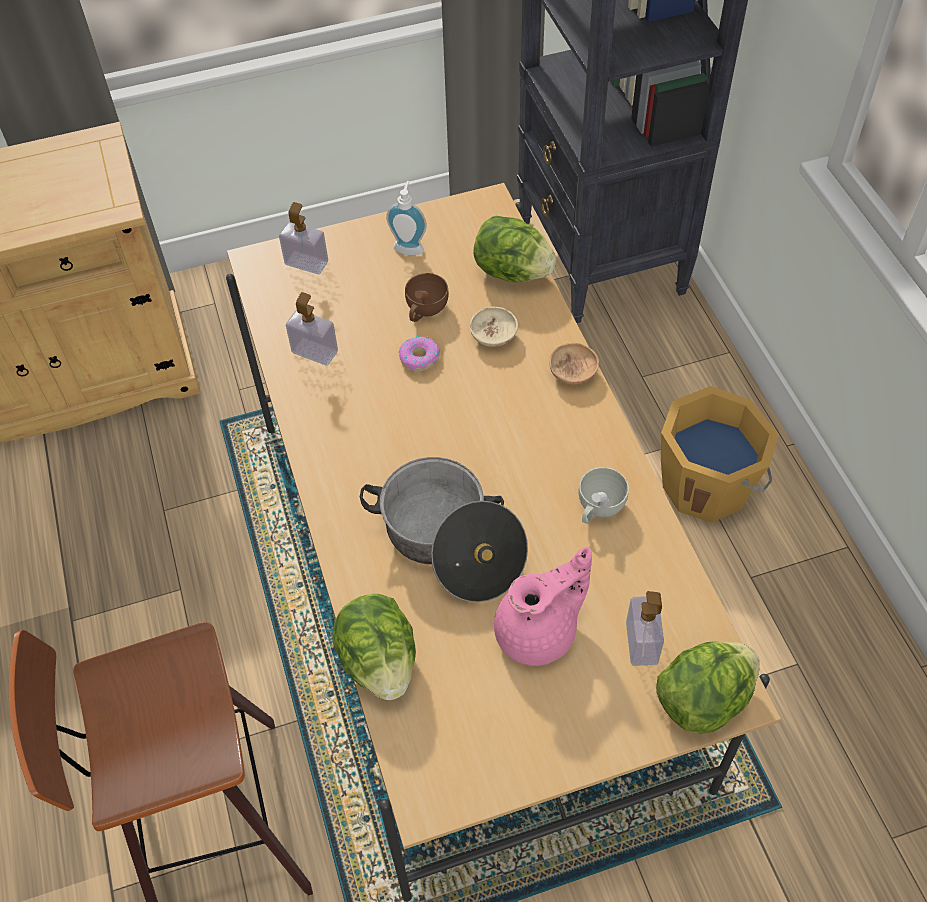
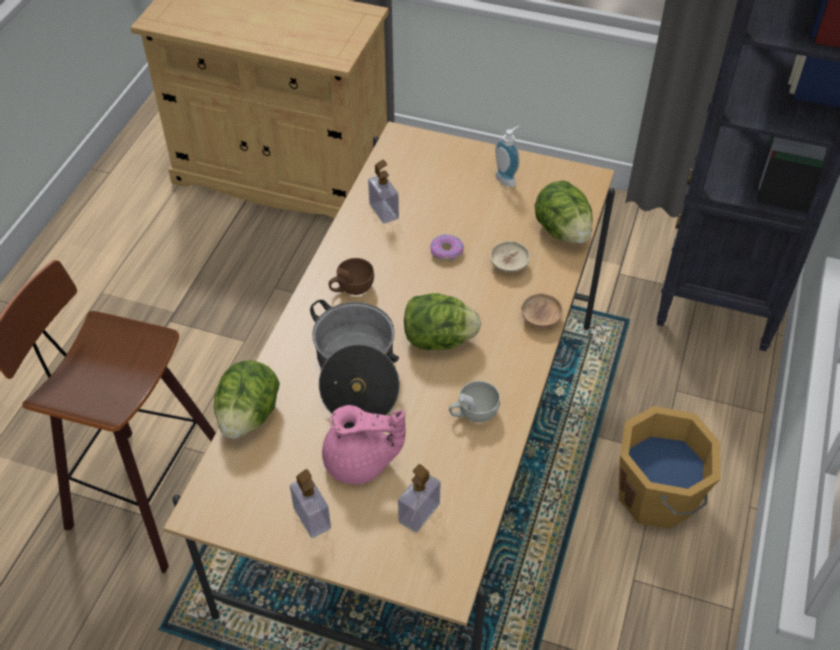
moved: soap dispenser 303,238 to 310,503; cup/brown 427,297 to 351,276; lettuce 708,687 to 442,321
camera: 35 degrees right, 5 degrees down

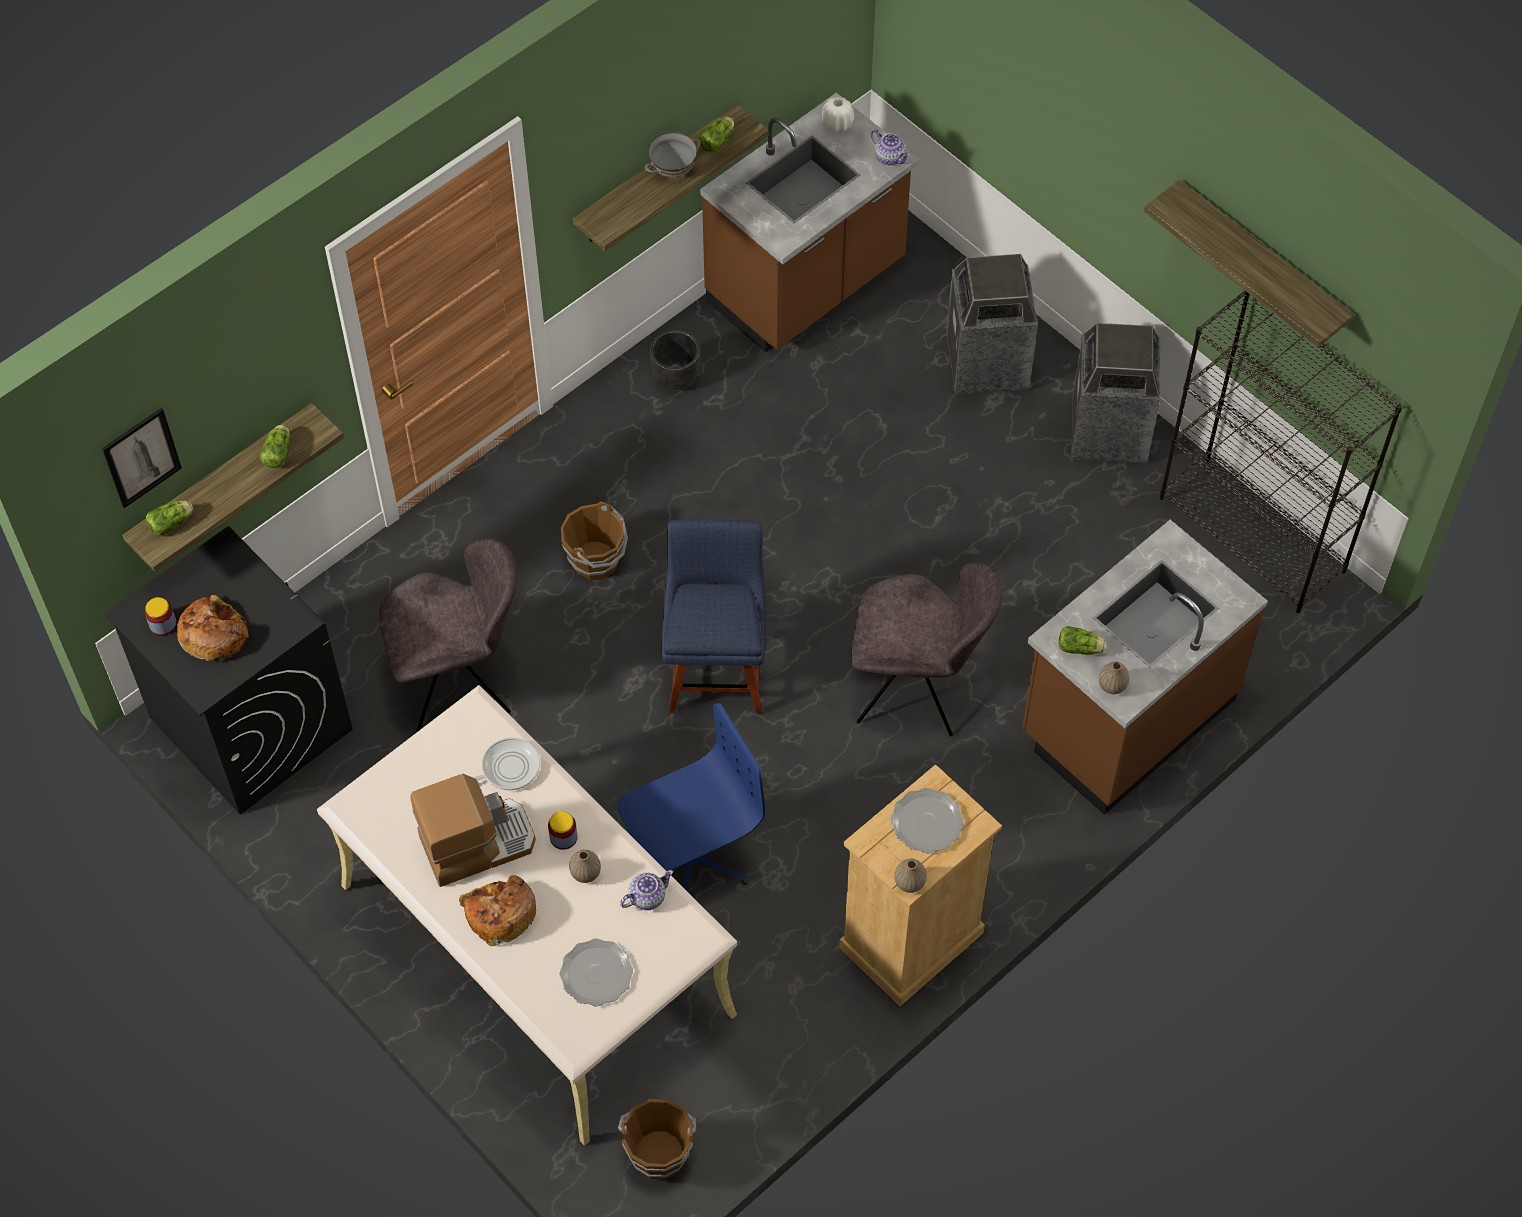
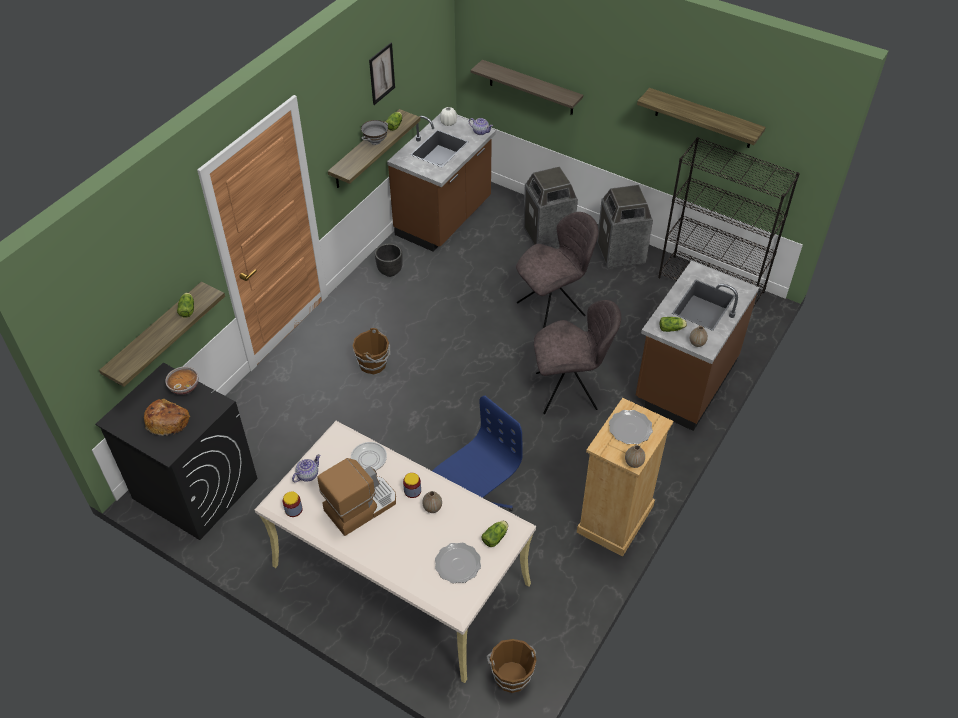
removed: bread 497,910; chair/blue 714,616
added: bowl 182,381; shelf 527,87
moved: picture 142,458 to 382,74; jar 161,616 to 293,504; lettuce 169,518 to 494,534; chair/grey 448,635 to 557,270; teapot 646,890 to 306,468
camera: 15 degrees left, 10 degrees down

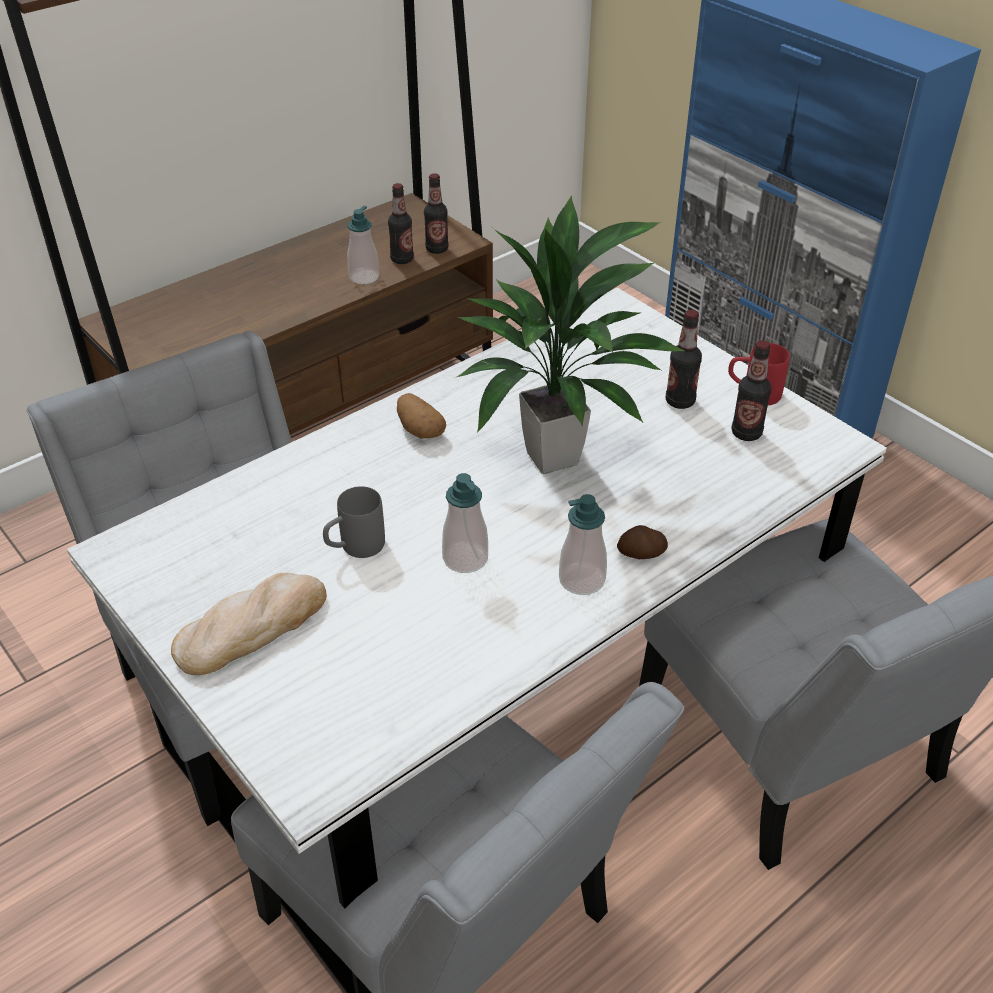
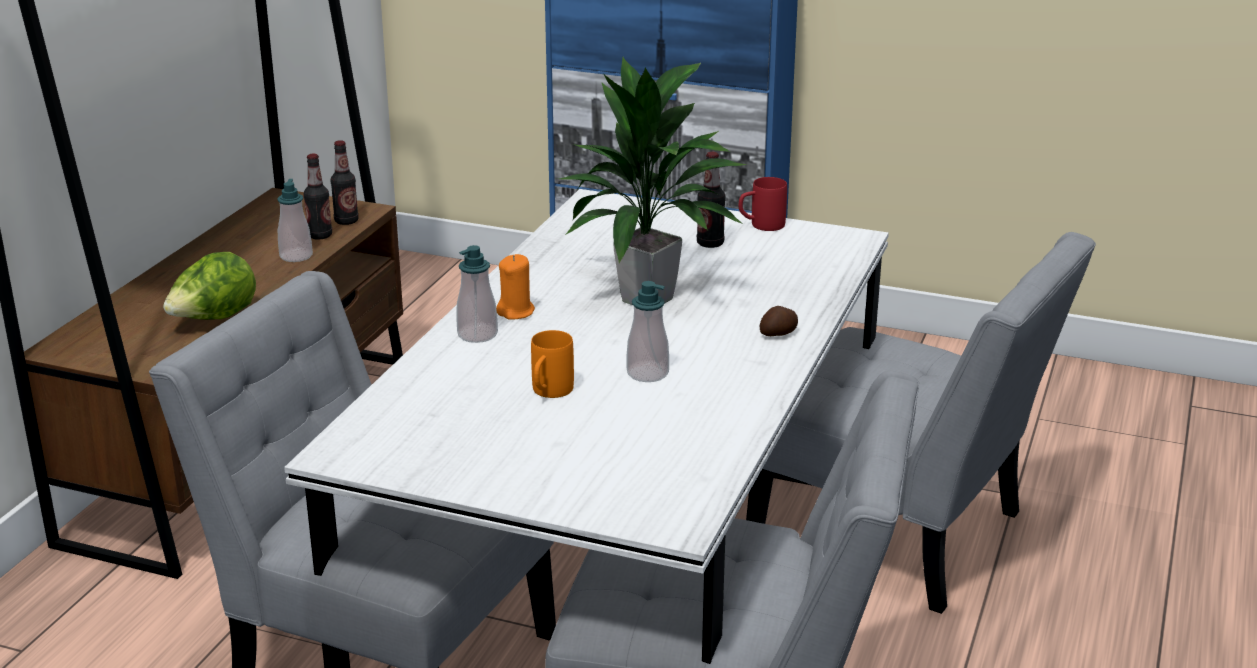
removed: bread 249,624; bottle 751,390
added: lettuce 209,286
moved: soap dispenser 583,544 to 477,294
replaced: potato 421,415 to candle/orange 515,287
recoloured: mug/grey 354,522 to mug/orange 552,364
camera: 30 degrees left, 15 degrees down

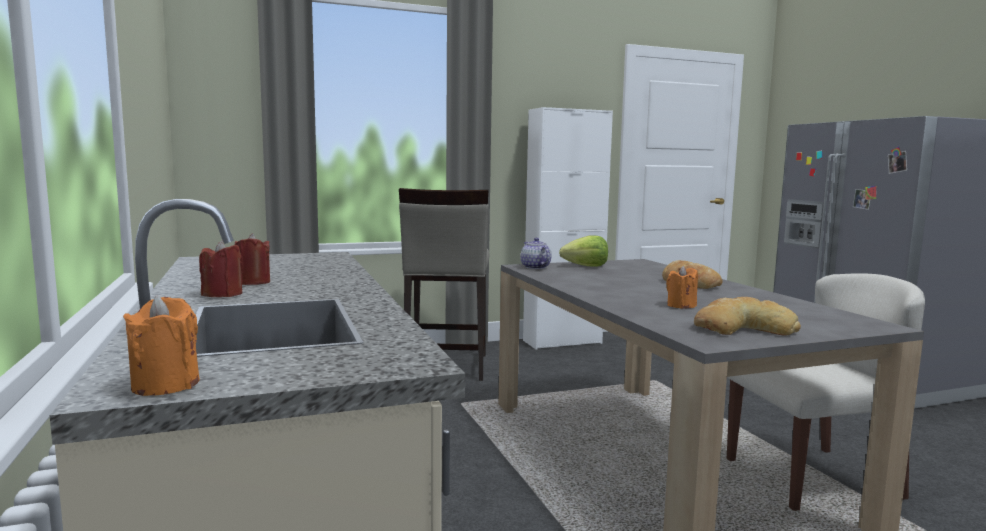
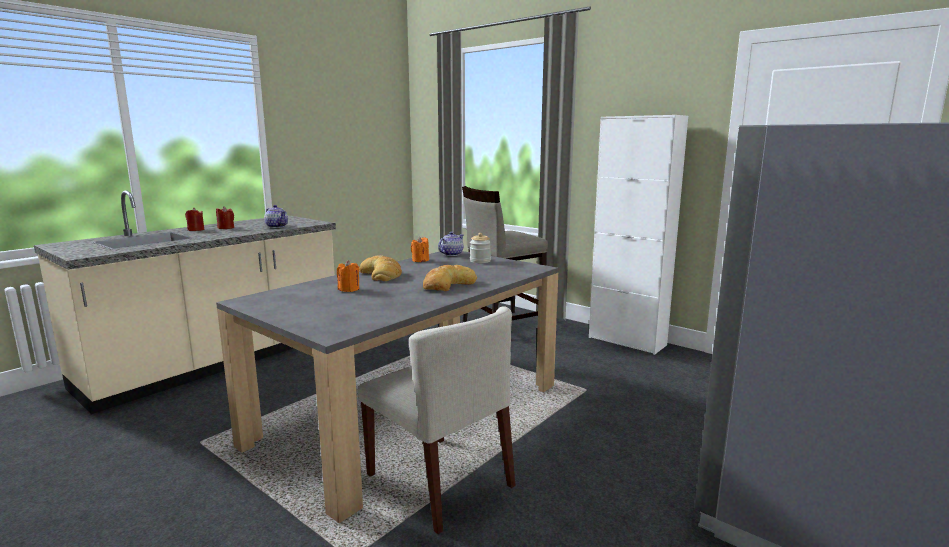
added: teapot 276,216
moved: candle/orange 161,346 to 420,249; bread 747,316 to 380,268
replaced: lettuce 583,251 to jar 480,248
camera: 60 degrees right, 5 degrees up

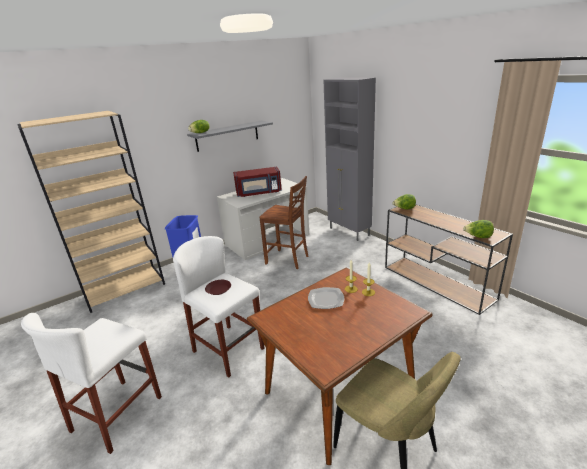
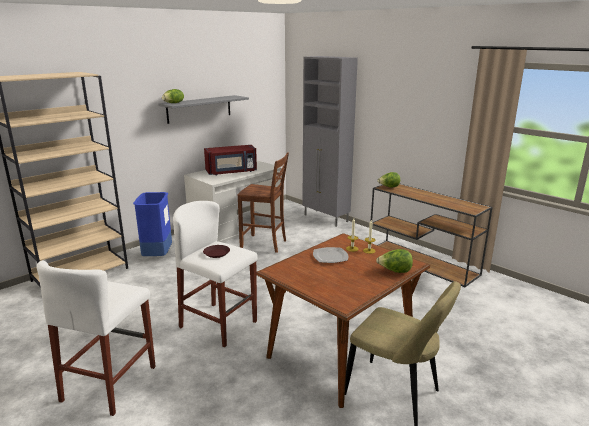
moved: lettuce 478,229 to 394,261
camera: 10 degrees left, 5 degrees down

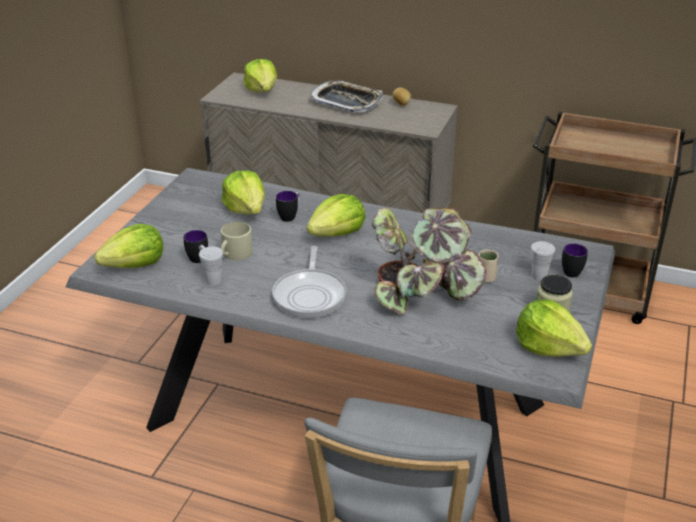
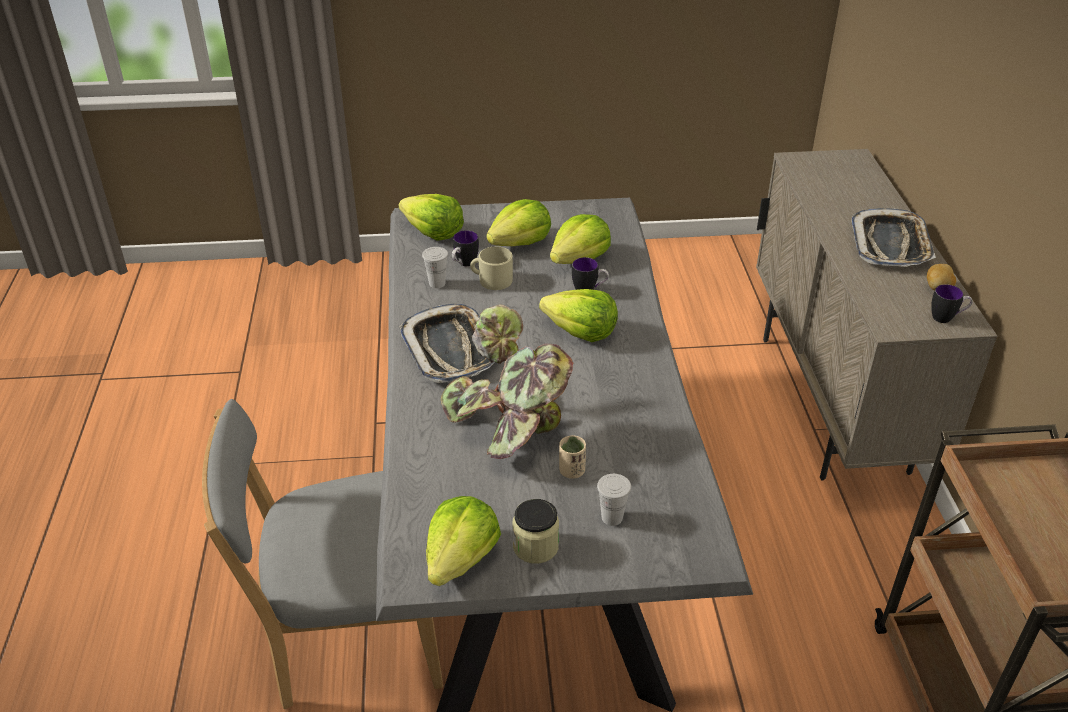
moved: lettuce 260,75 to 518,222; mug 575,260 to 952,303
replaced: frying pan 309,282 to tray 447,343
camera: 65 degrees right, 5 degrees up

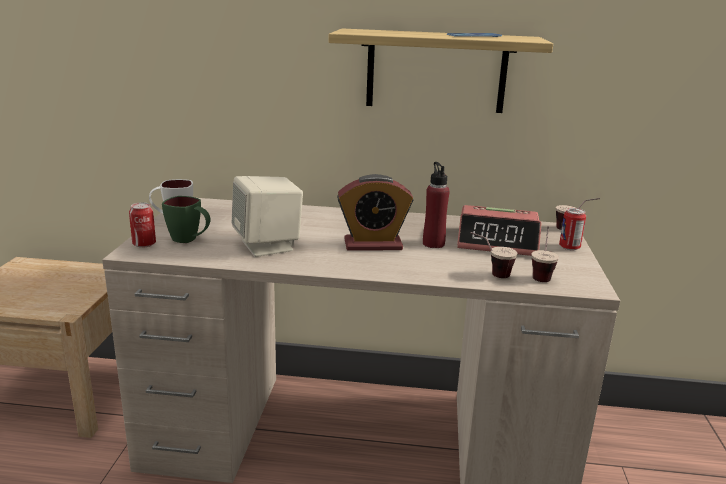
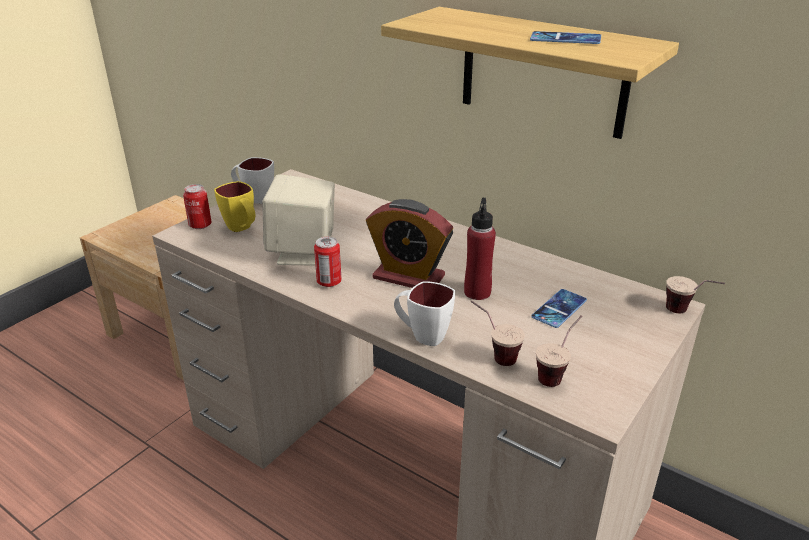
added: mug/white 424,313
moved: can 572,229 to 327,262
replaced: alarm clock 499,230 to phone 559,308
recoloured: mug/green 186,219 to mug/yellow 234,206
camera: 30 degrees right, 10 degrees up

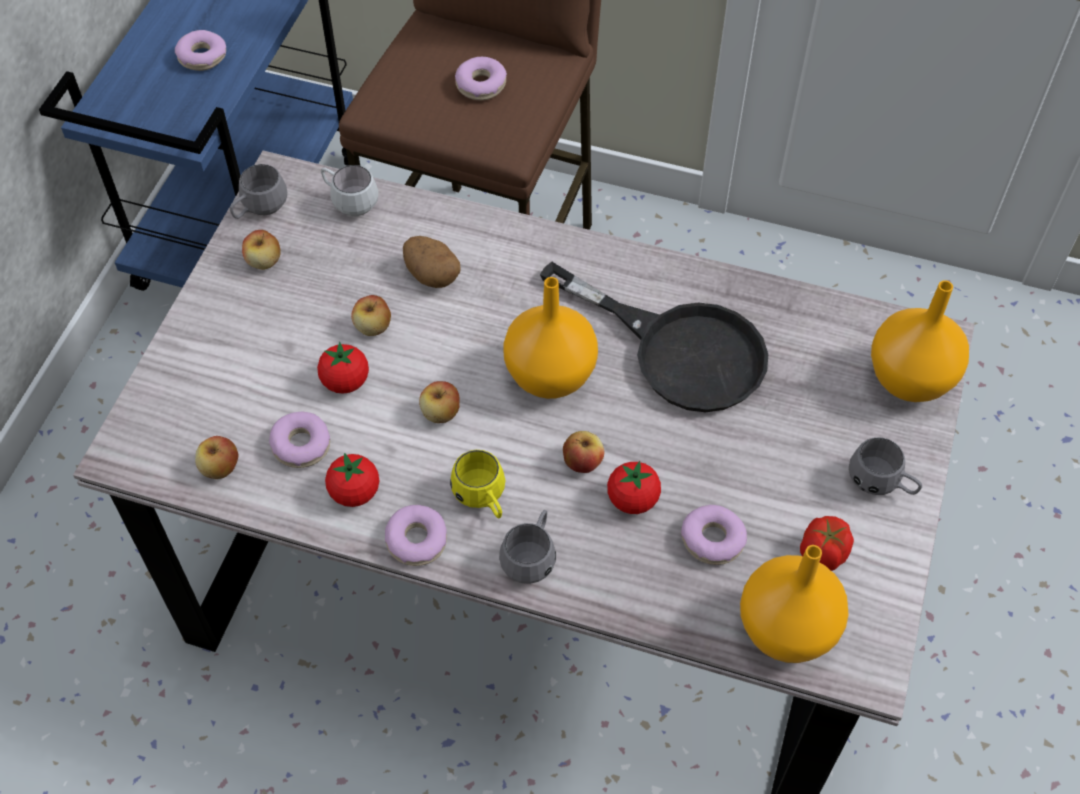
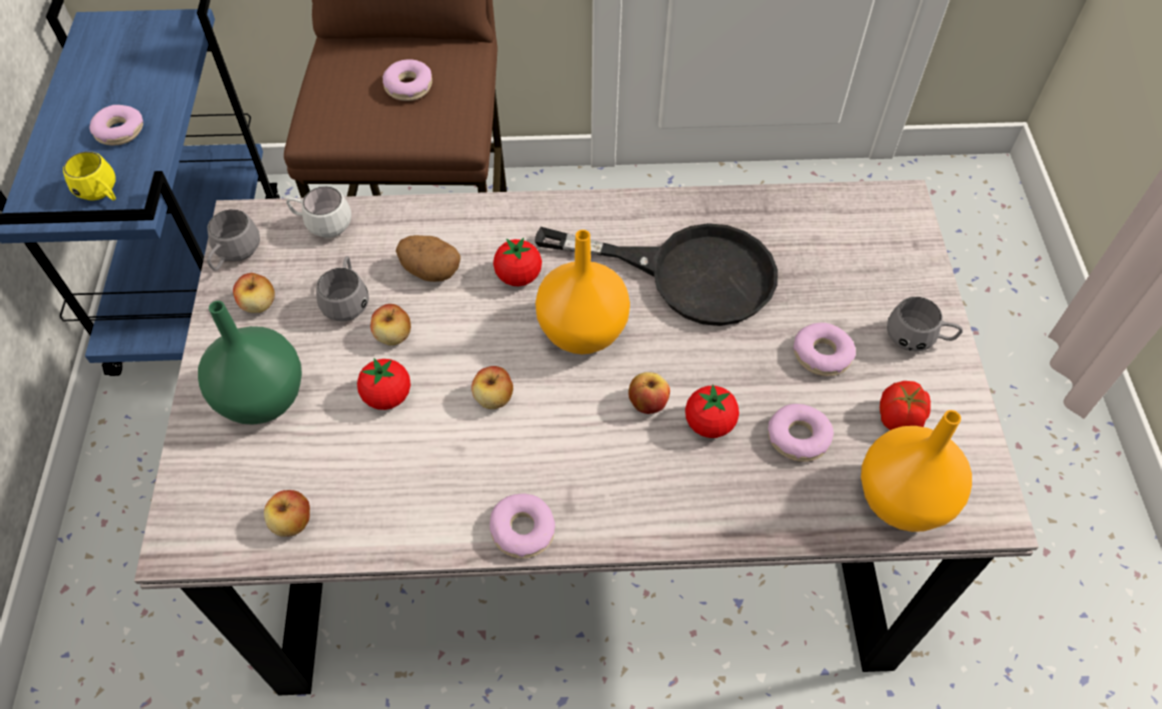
removed: vase/orange 920,341
added: vase/green 250,362
moved: donut 299,440 to 824,349; tomato 352,480 to 517,262; mug/yellow 477,484 to 89,176; mug/grey 527,547 to 342,288
camera: 20 degrees left, 0 degrees up

